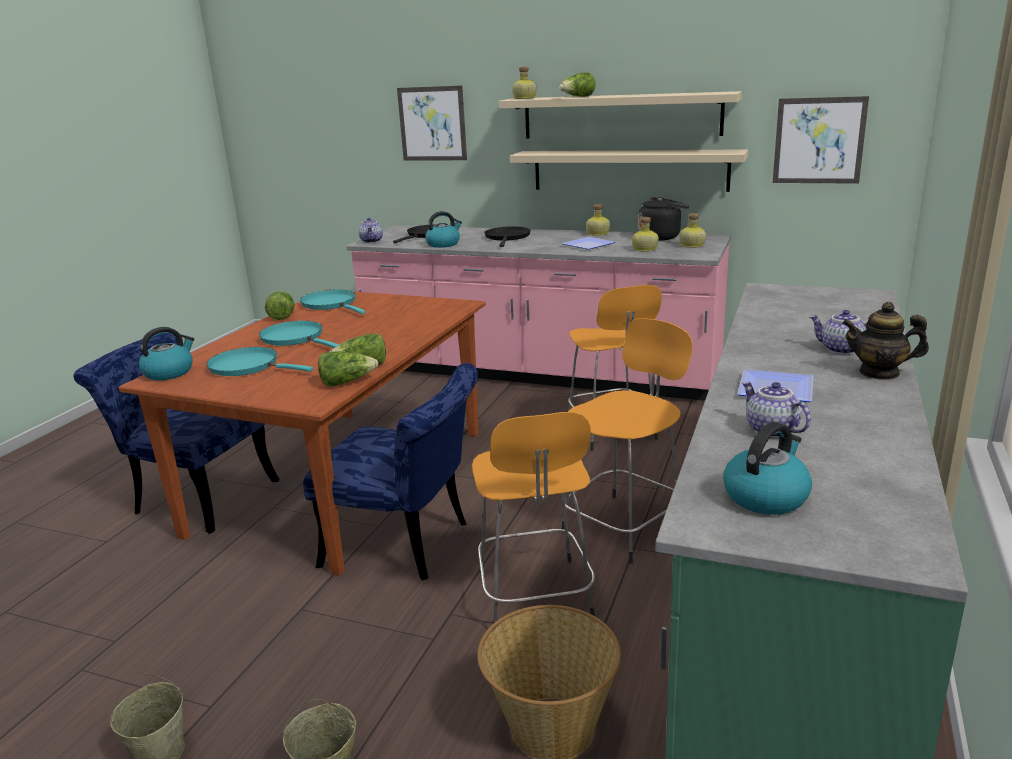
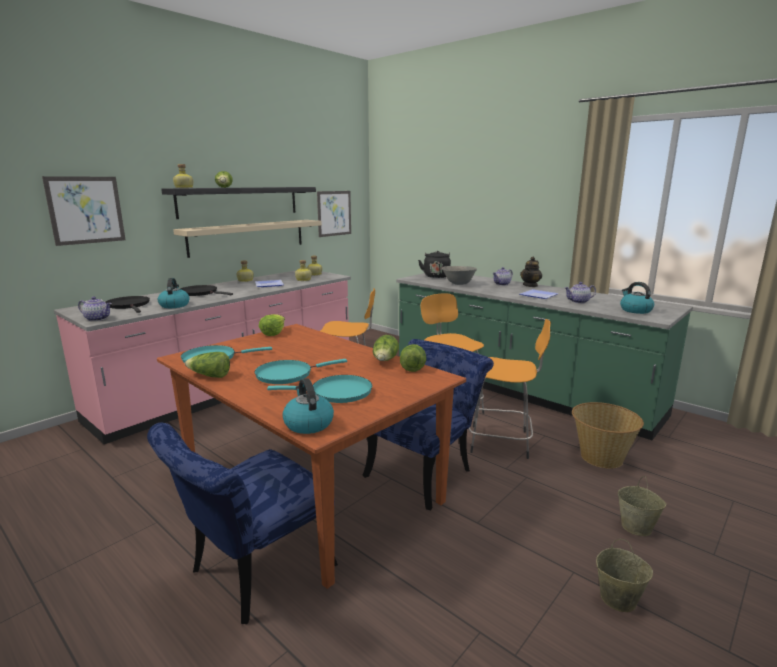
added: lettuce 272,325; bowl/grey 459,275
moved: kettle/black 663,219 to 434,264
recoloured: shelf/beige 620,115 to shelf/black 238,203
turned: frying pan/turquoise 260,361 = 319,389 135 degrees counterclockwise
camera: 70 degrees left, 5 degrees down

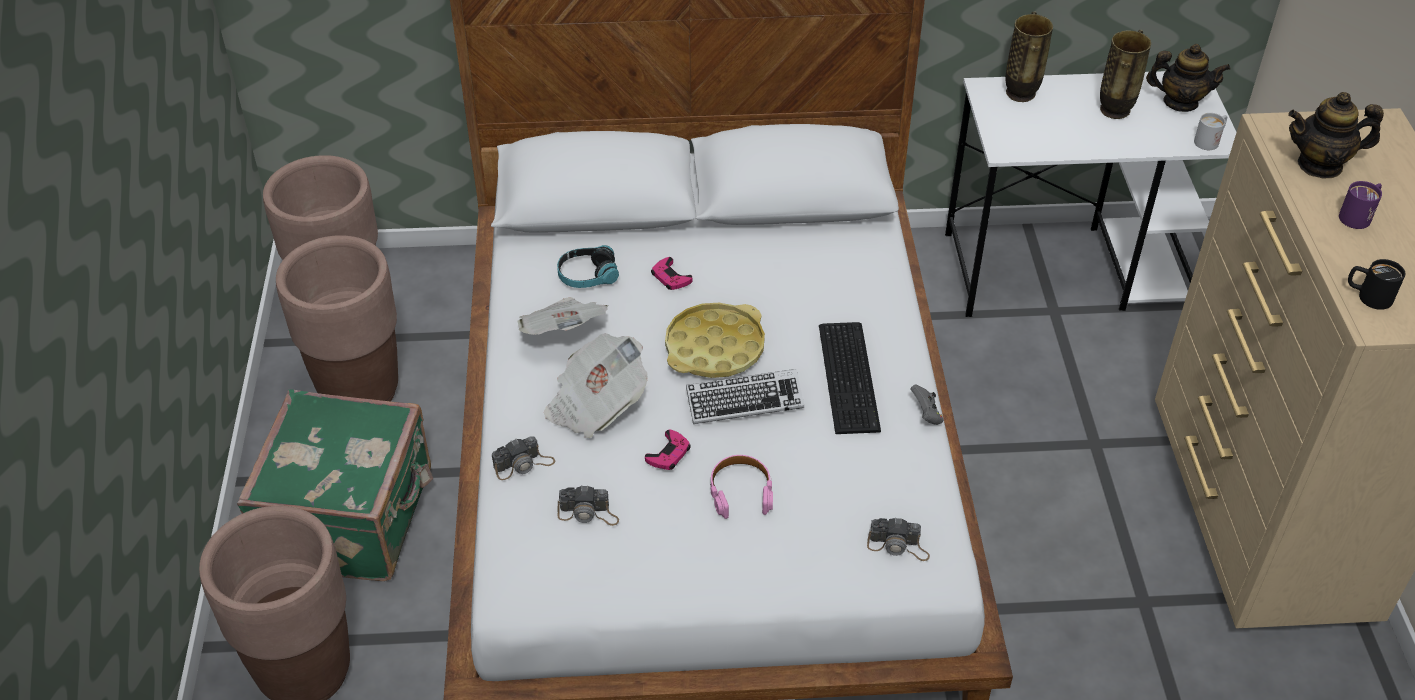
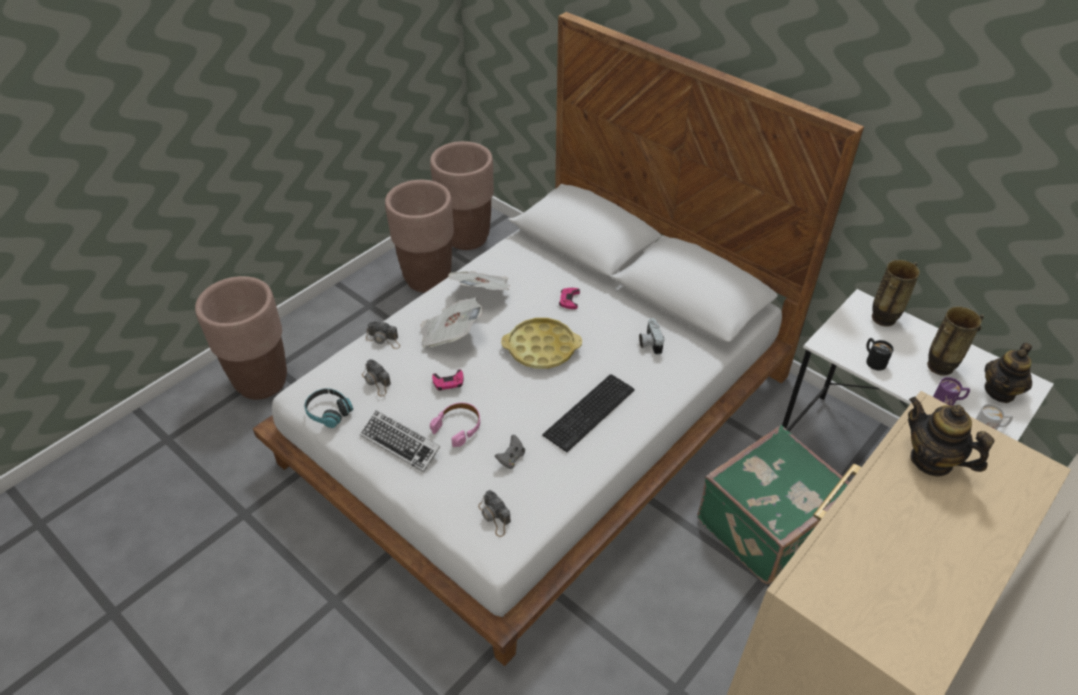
added: photo camera 651,336
moved: suitcase/green 335,485 to 774,504; headphones 588,266 to 328,408; keyboard 745,396 to 400,441; game controller/grey 927,404 to 510,452; mug/purple 1360,205 to 951,391; mug/black 1376,284 to 879,354
turned: teapot 1188,78 = 1008,373 75 degrees clockwise
camera: 45 degrees right, 0 degrees up

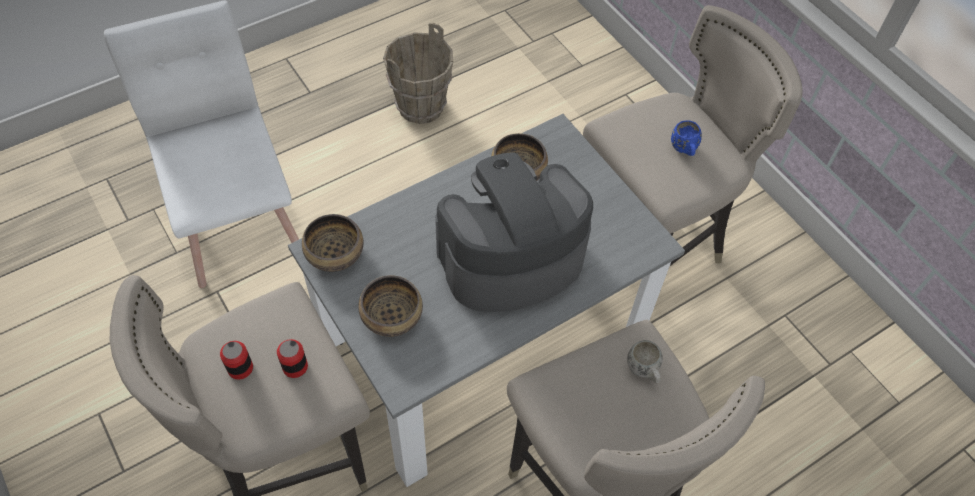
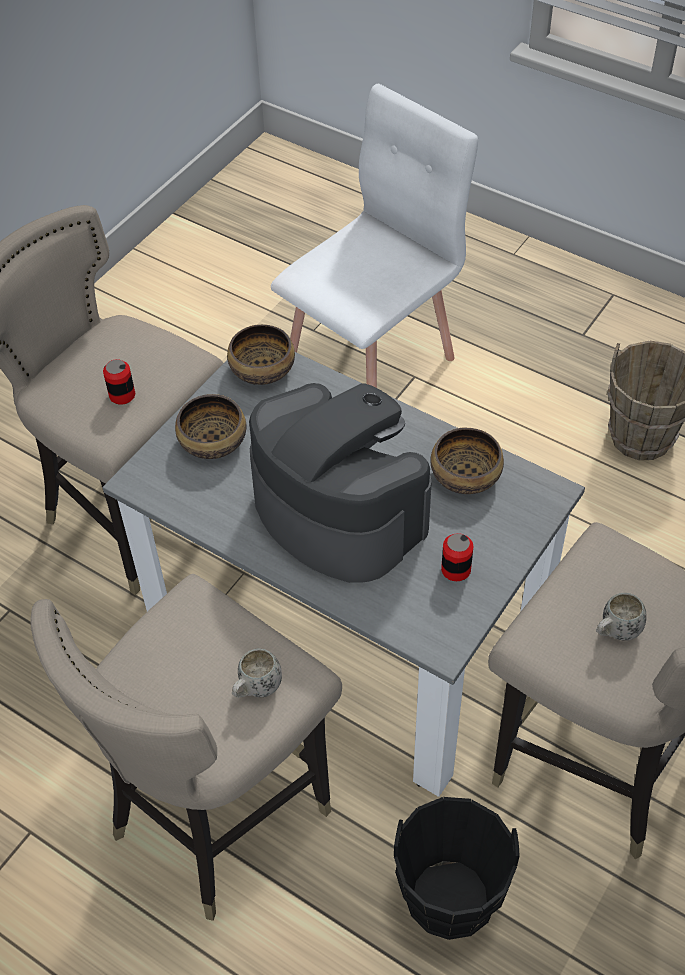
added: bucket/black 457,868
moved: can 236,360 to 457,557
recoloured: mug/blue 686,138 to mug/white 621,617
camera: 70 degrees right, 5 degrees down

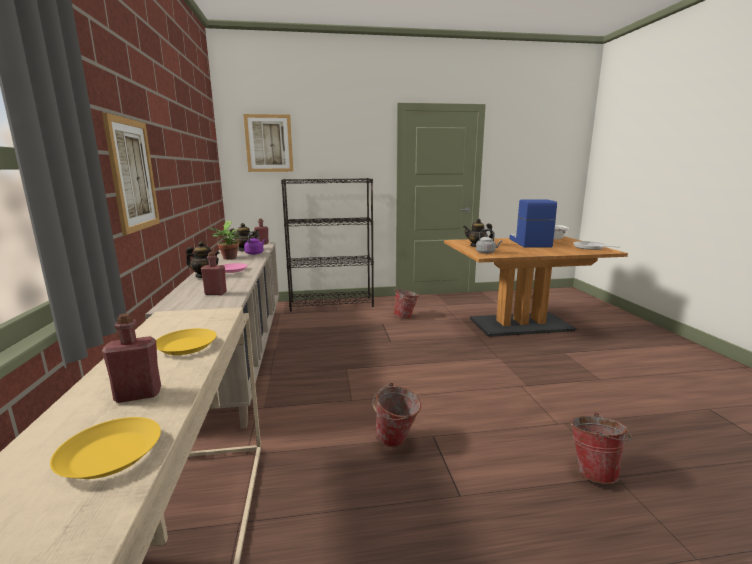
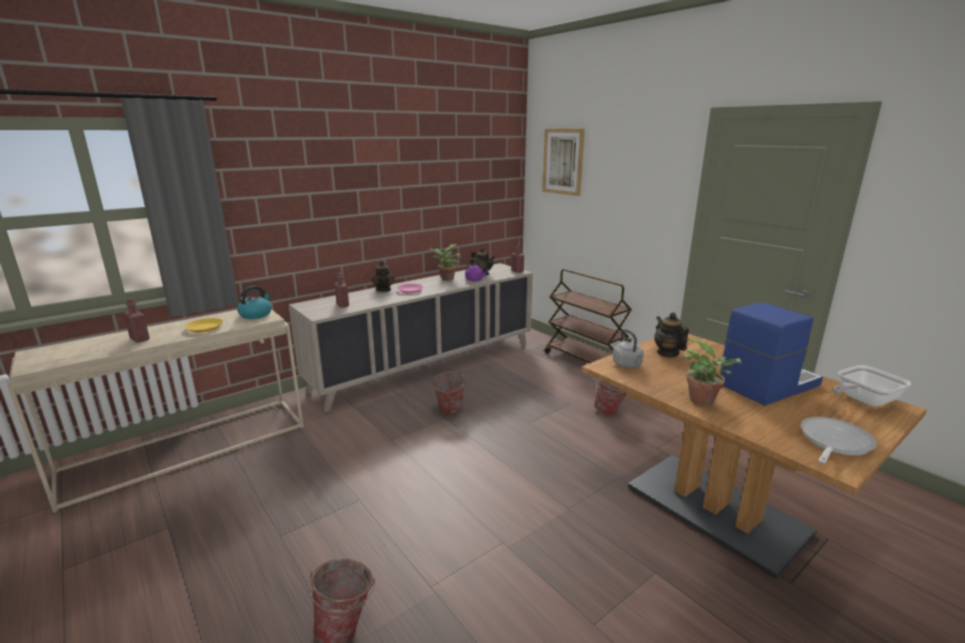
removed: plate/yellow 105,448; picture 131,174
added: kettle 254,302; potted plant 712,372
moved: bucket 396,415 to 448,392
replaced: bookcase/black 327,245 to cart/brown 588,316
camera: 60 degrees right, 5 degrees up

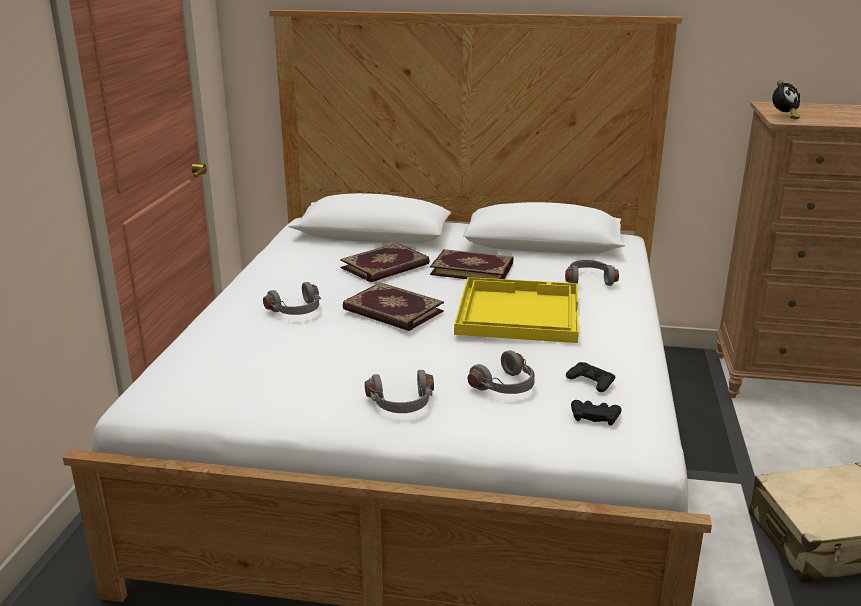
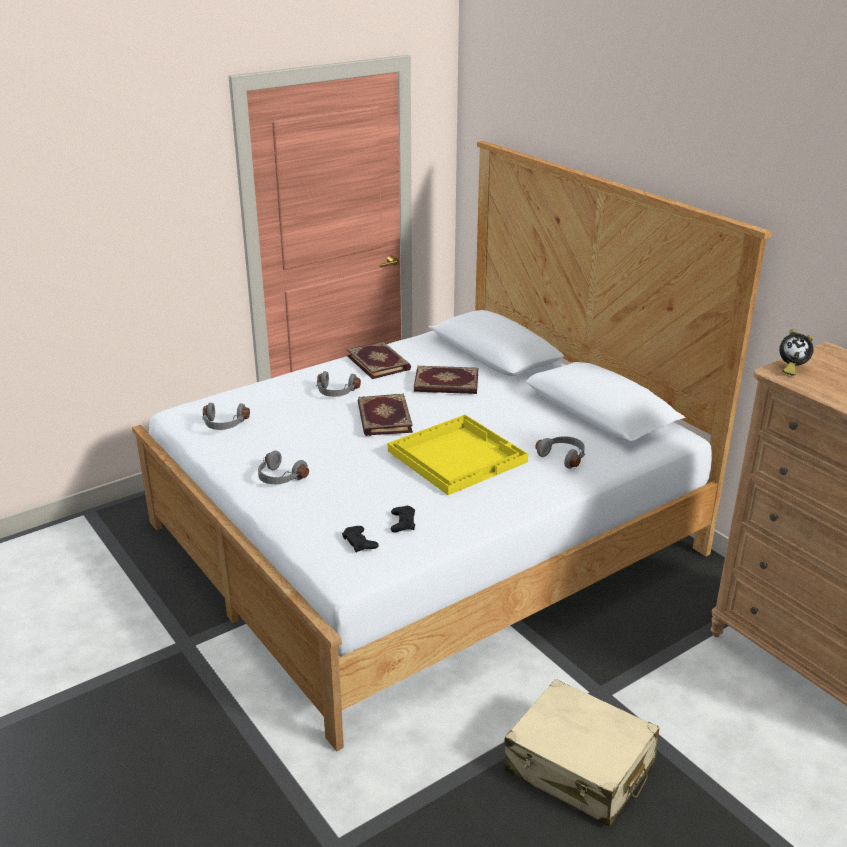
moved: book 471,264 to 378,360; headphones/grey 501,372 to 226,416
camera: 45 degrees right, 5 degrees up

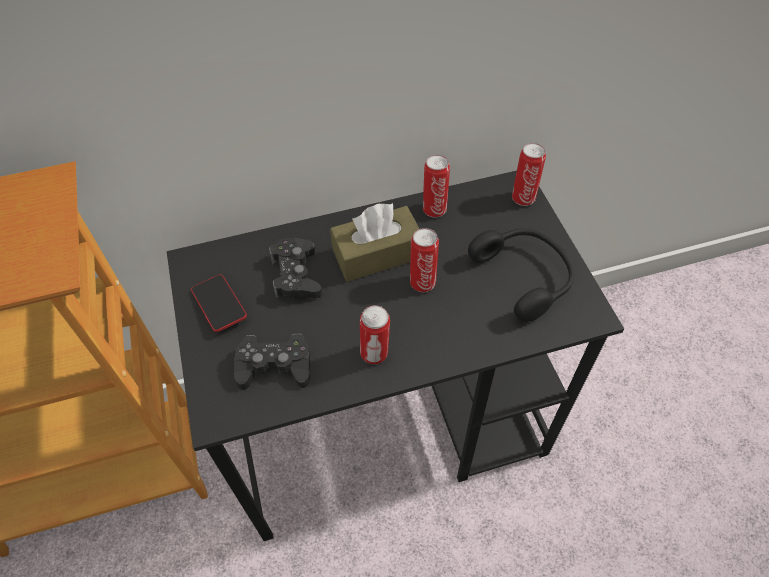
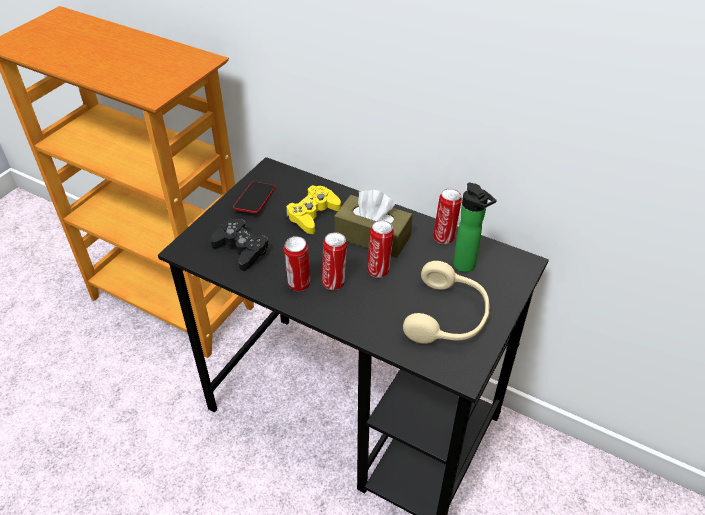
added: bottle 475,227
moved: can 529,174 to 334,261
recoloured: game controller/black 295,268 to game controller/yellow 313,209; headphones/black 521,275 to headphones/beige 446,302
camera: 45 degrees right, 10 degrees down

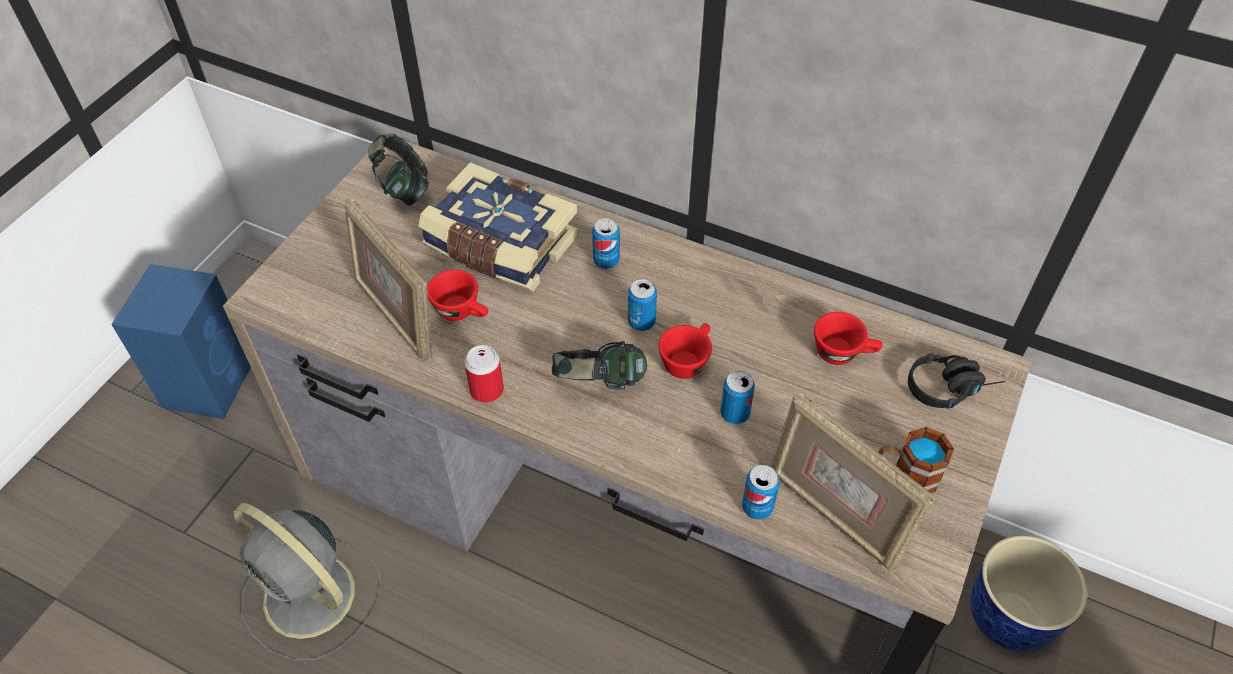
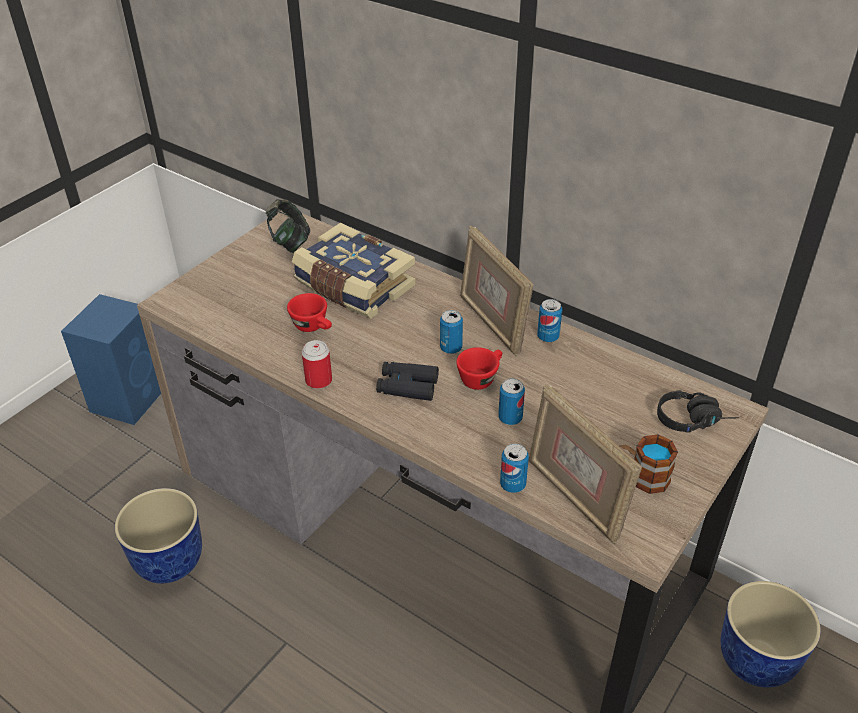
removed: cup/red 848,338
moved: picture frame 388,281 to 496,291; can 606,243 to 549,320
replaced: fan/grey 307,582 to planter 158,535; headphones 599,365 to binoculars/black 407,381
camera: 10 degrees right, 10 degrees down

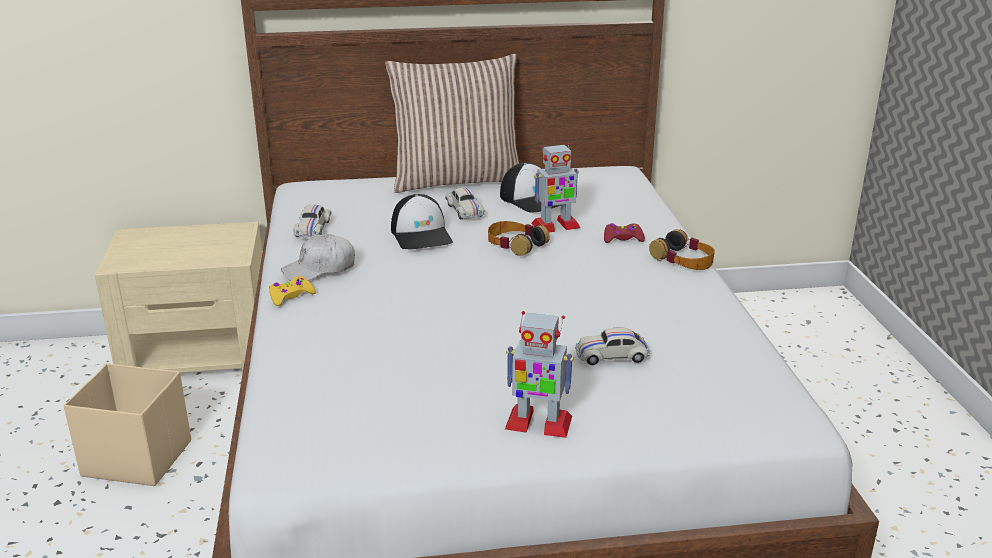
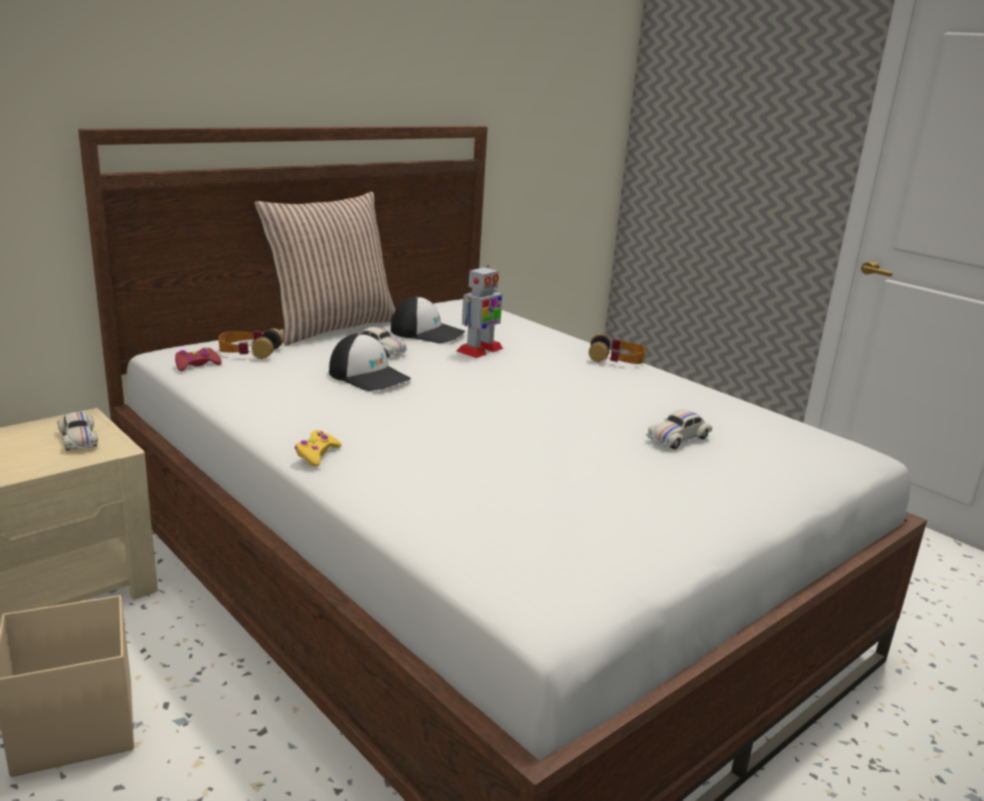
removed: cap/white 318,257; toy robot 539,374
moved: toy car/white 312,221 to 77,431; headphones 519,238 to 251,343; game controller/red 624,233 to 198,359
camera: 35 degrees left, 5 degrees down

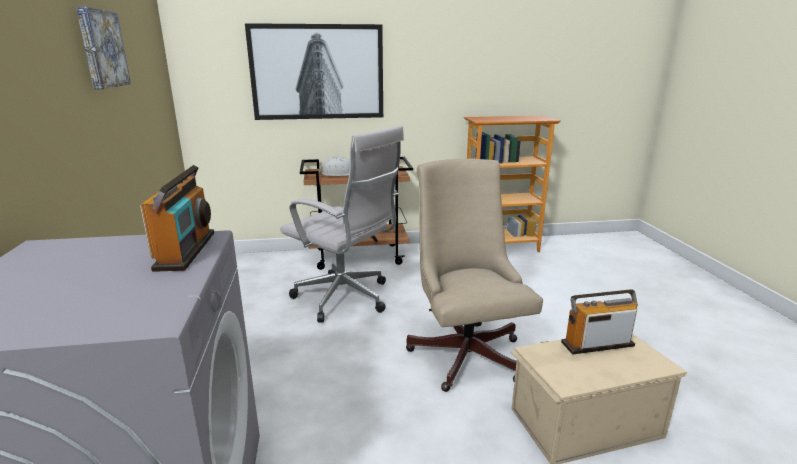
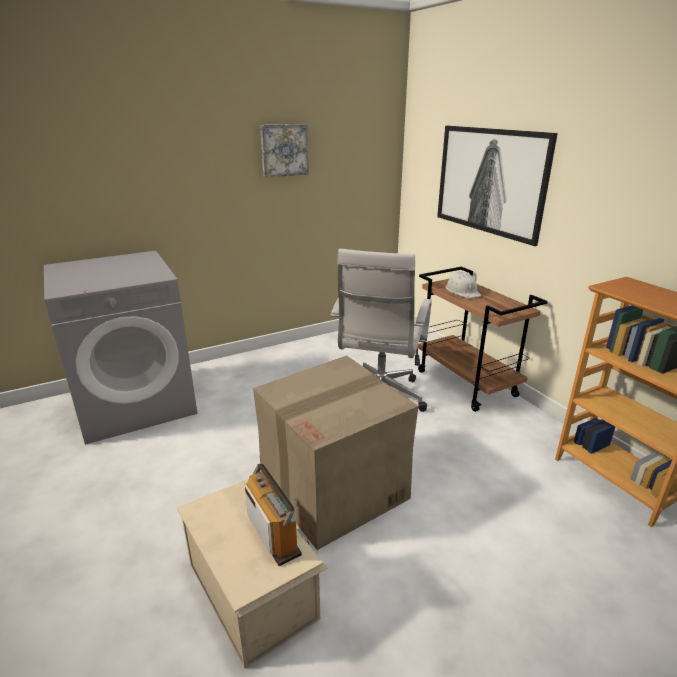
removed: radio 177,218
replaced: office chair/beige 474,275 to cardboard box 335,452
camera: 70 degrees right, 5 degrees up

